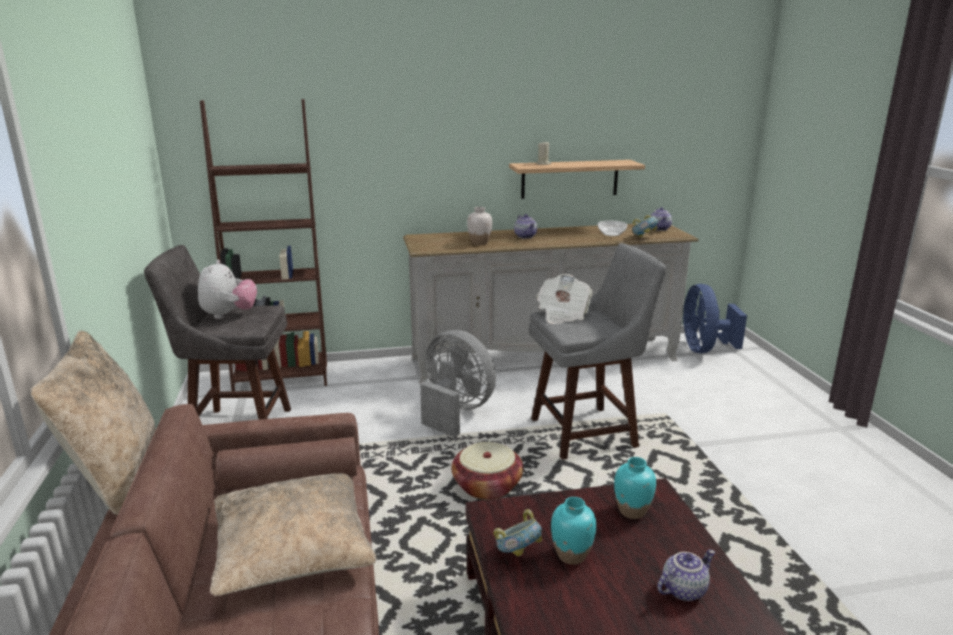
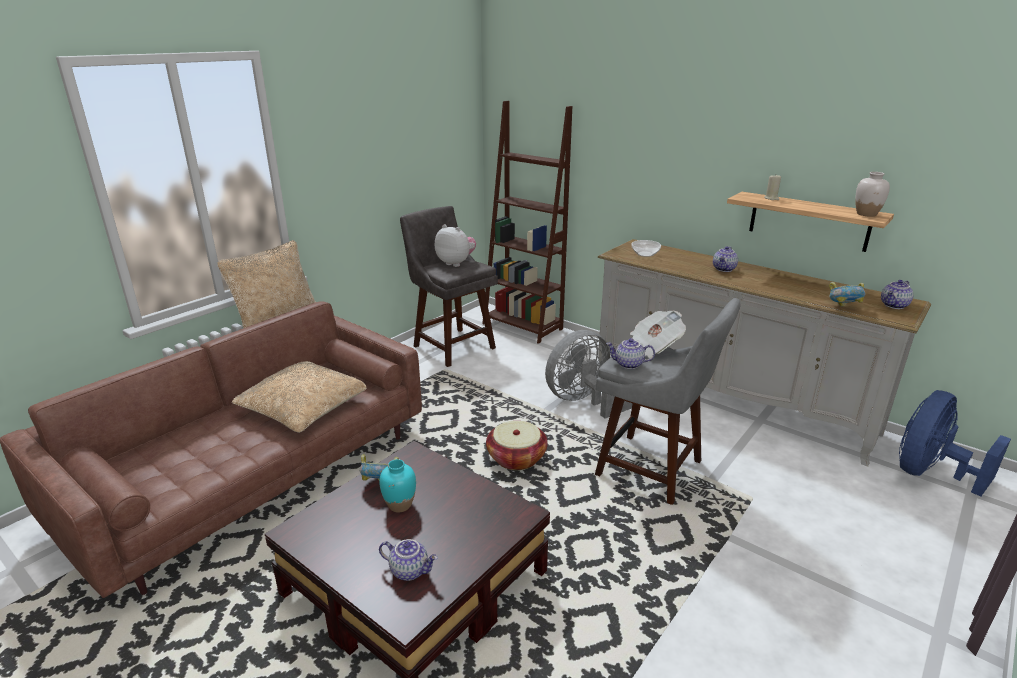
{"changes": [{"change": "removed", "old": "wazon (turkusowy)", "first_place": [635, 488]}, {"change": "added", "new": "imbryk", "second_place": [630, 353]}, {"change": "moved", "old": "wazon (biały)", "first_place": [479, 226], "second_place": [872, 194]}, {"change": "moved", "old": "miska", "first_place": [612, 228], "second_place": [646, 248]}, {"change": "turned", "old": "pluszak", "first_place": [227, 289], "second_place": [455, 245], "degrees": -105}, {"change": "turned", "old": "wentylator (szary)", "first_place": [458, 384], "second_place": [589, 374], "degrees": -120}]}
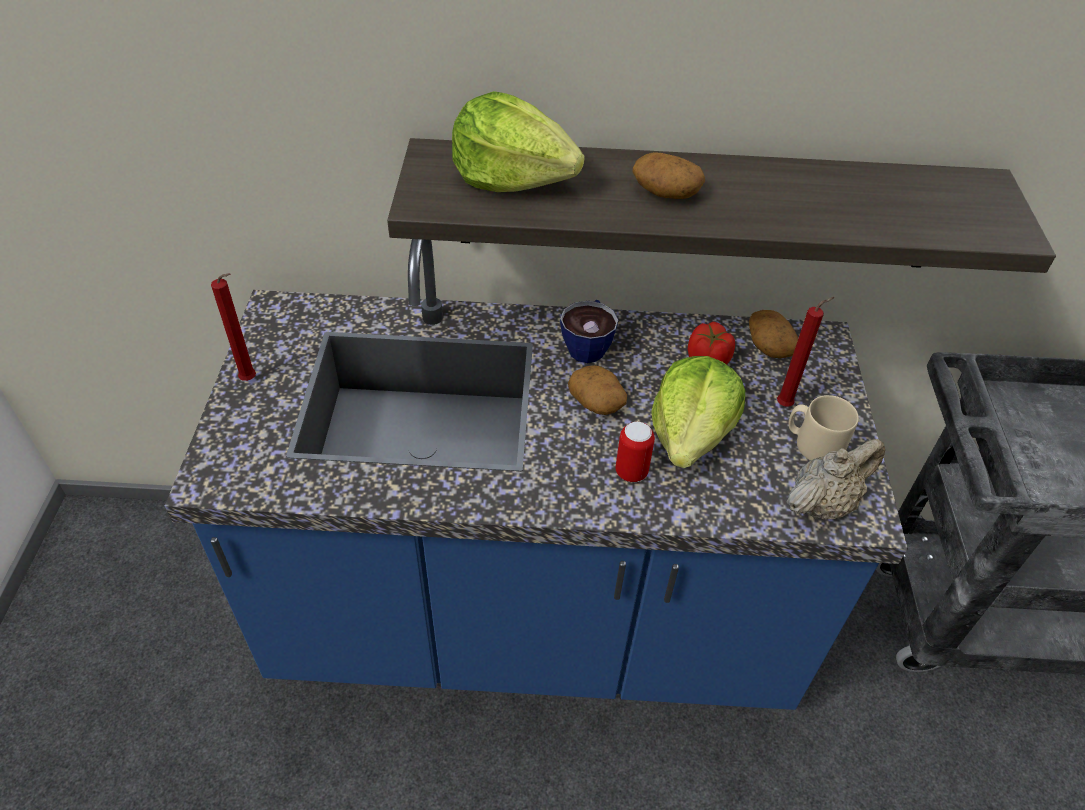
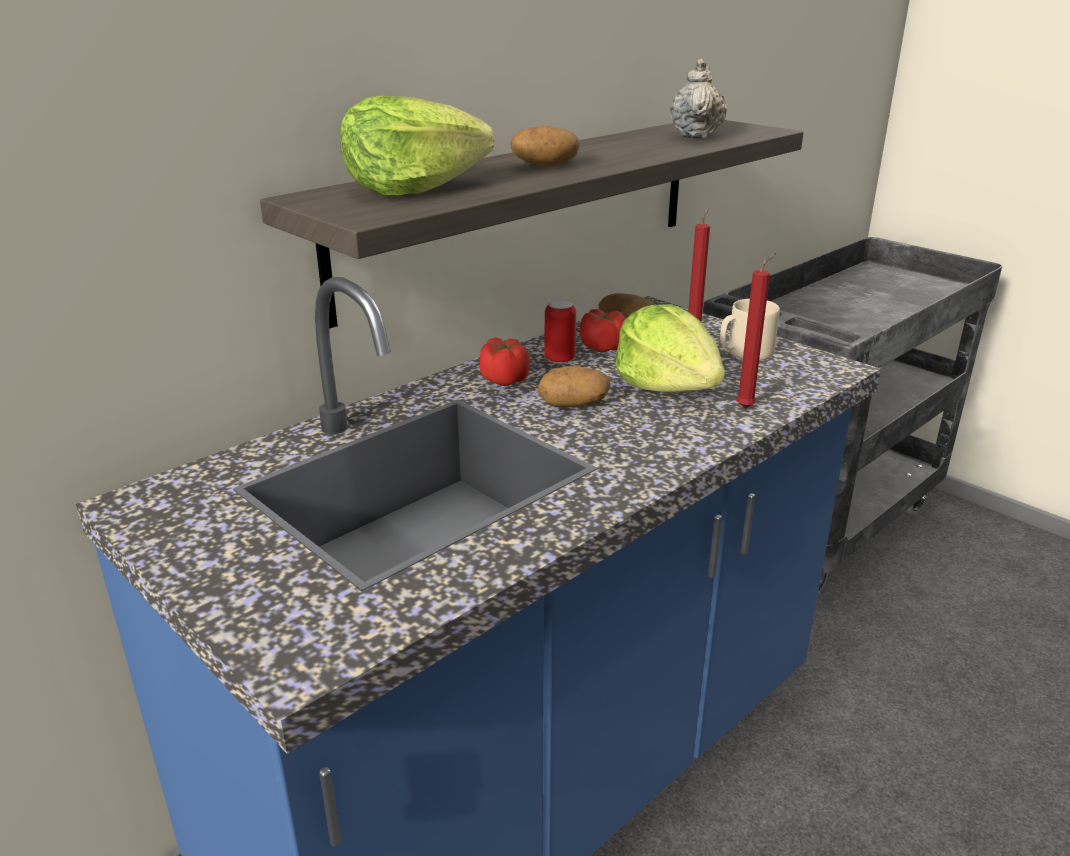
{"changes": [{"change": "moved", "old": "świeca (czerwony)", "first_place": [233, 327], "second_place": [756, 330]}, {"change": "moved", "old": "puszka", "first_place": [635, 452], "second_place": [560, 332]}, {"change": "moved", "old": "imbryk (beżowy)", "first_place": [836, 479], "second_place": [698, 98]}, {"change": "replaced", "old": "filiżanka", "new": "pomidor", "first_place": [589, 331], "second_place": [504, 361]}]}
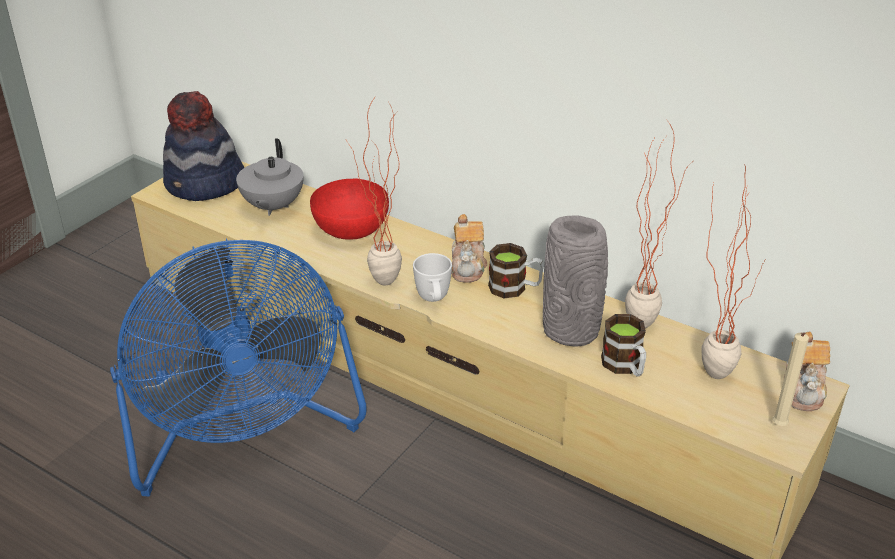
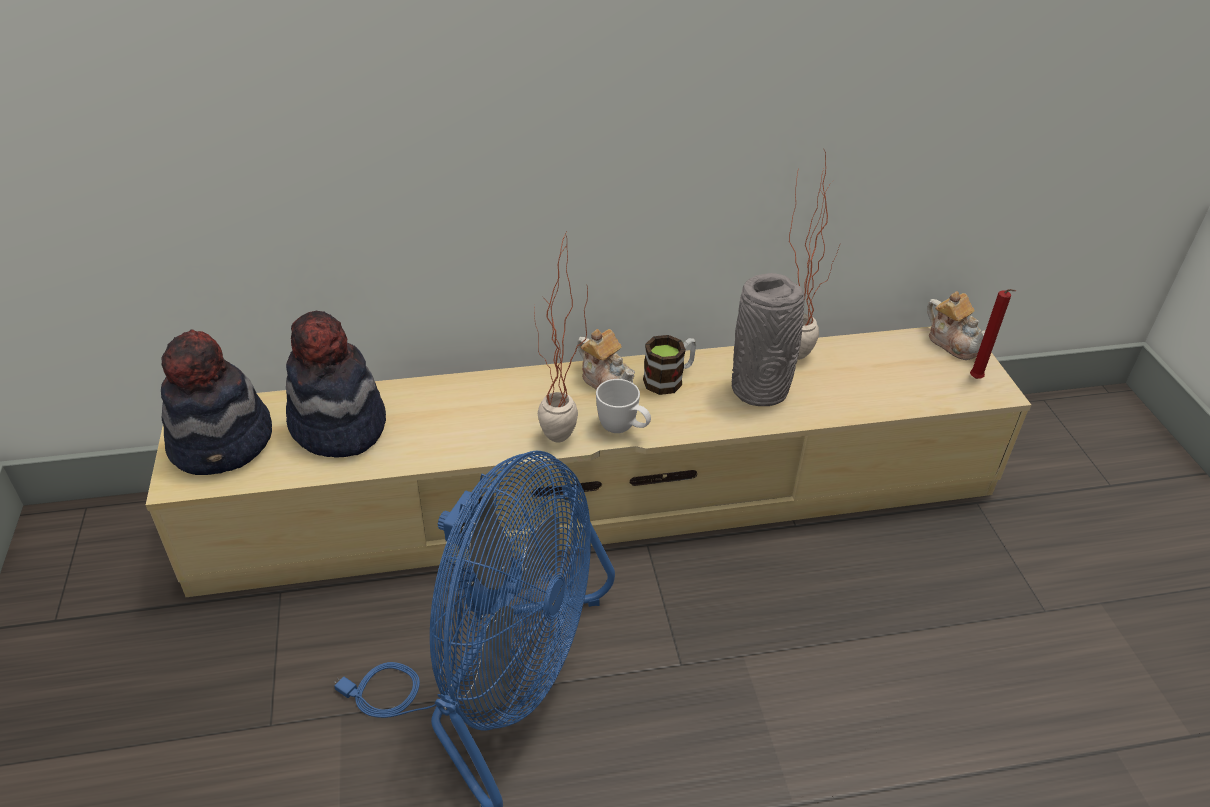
{"changes": [{"change": "removed", "old": "miska (czerwony)", "first_place": [349, 209]}, {"change": "removed", "old": "kubek", "first_place": [623, 345]}, {"change": "removed", "old": "roślina doniczkowa", "first_place": [734, 271]}, {"change": "replaced", "old": "imbryk (szary)", "new": "kapelusz", "first_place": [270, 177], "second_place": [336, 384]}, {"change": "recoloured", "old": "świeca (beżowy)", "new": "świeca (czerwony)", "first_place": [791, 379], "second_place": [993, 334]}]}
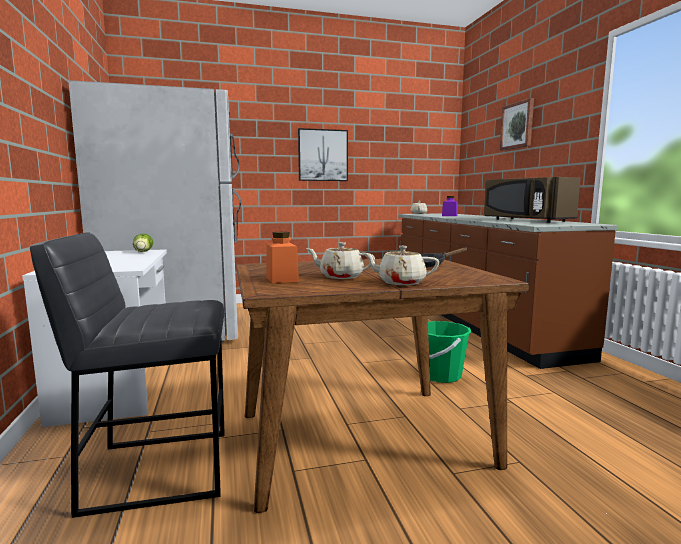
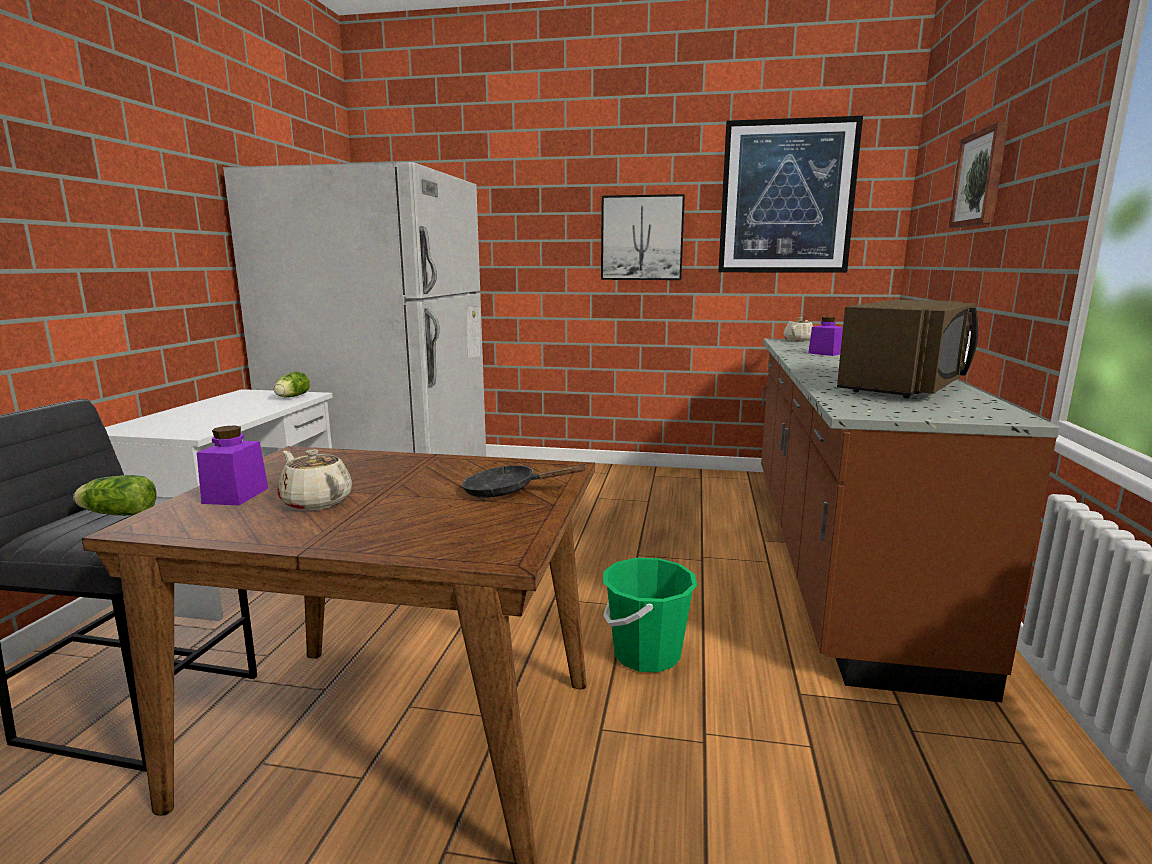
{"changes": [{"change": "removed", "old": "imbryk (beżowy)", "first_place": [401, 265]}, {"change": "added", "new": "sałata", "second_place": [115, 495]}, {"change": "added", "new": "obraz", "second_place": [790, 194]}, {"change": "recoloured", "old": "słoik (pomarańczowy)", "new": "słoik (fioletowy)", "first_place": [282, 257], "second_place": [232, 465]}, {"change": "turned", "old": "mikrofalówka (brązowy)", "first_place": [532, 199], "second_place": [907, 348], "degrees": -135}]}
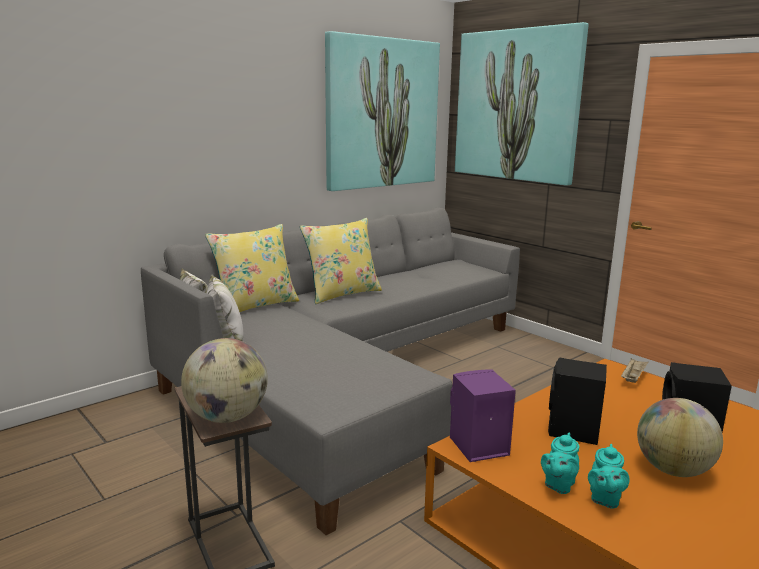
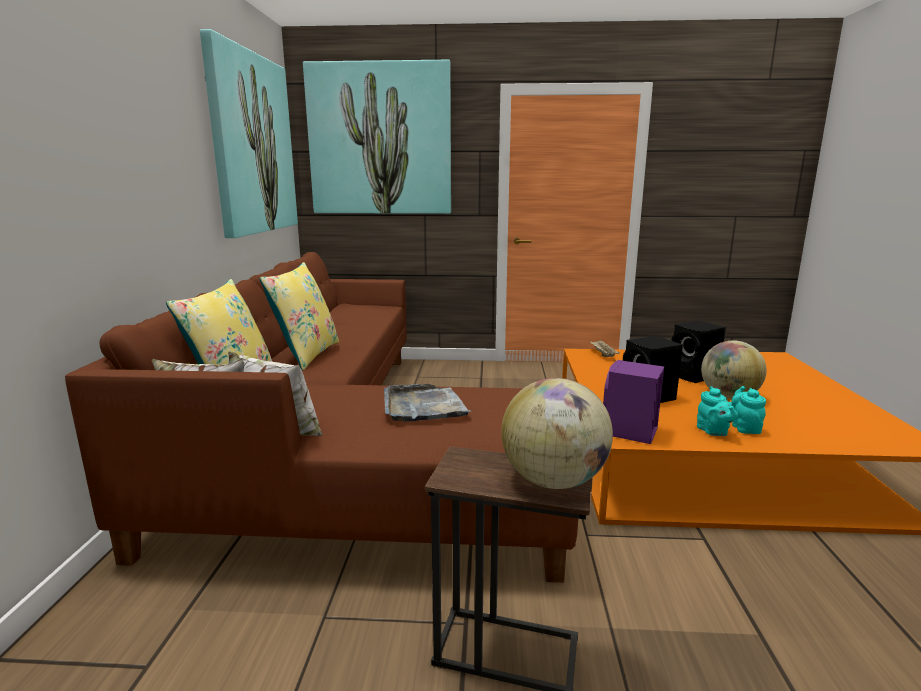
{"changes": [{"change": "added", "new": "taca (szary)", "second_place": [428, 403]}, {"change": "recoloured", "old": "kanapa (szary)", "new": "kanapa (brązowy)", "first_place": [330, 371], "second_place": [321, 417]}, {"change": "turned", "old": "imbryk (turkusowy)", "first_place": [608, 476], "second_place": [748, 410], "degrees": -150}]}
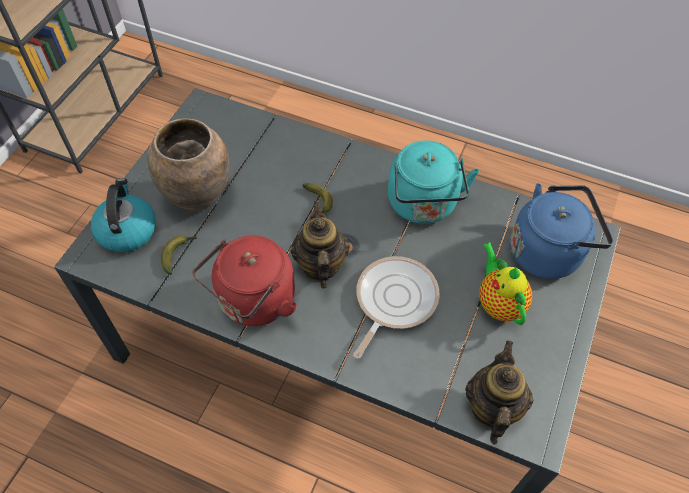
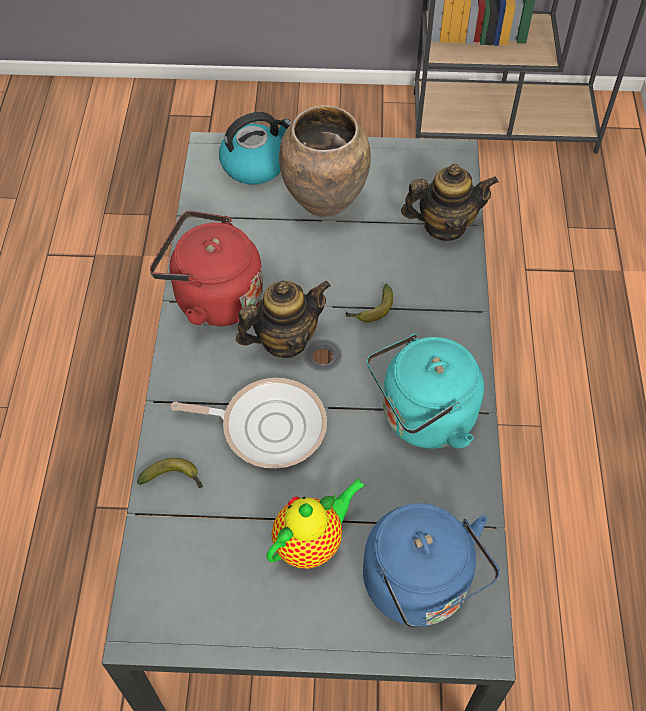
{"changes": [{"change": "moved", "old": "banan", "first_place": [178, 255], "second_place": [170, 473]}, {"change": "moved", "old": "imbryk", "first_place": [499, 393], "second_place": [449, 202]}]}
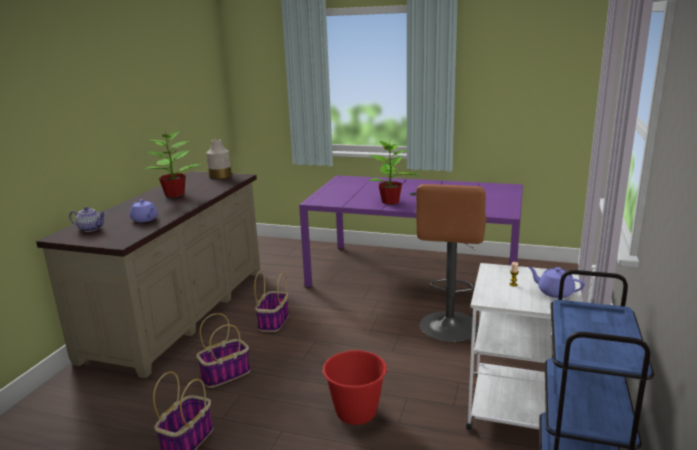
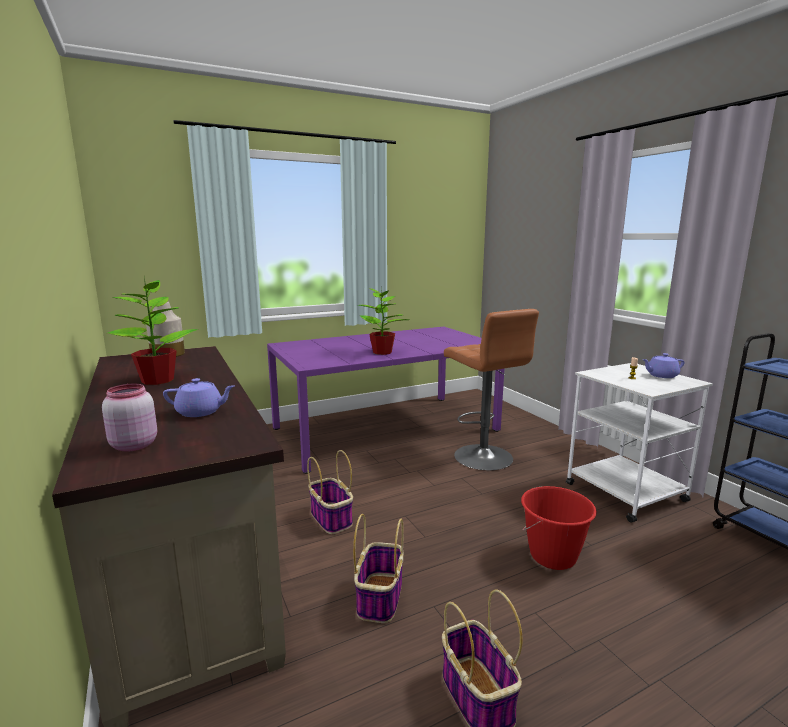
{"changes": [{"change": "replaced", "old": "imbryk", "new": "słoik (różowy)", "first_place": [87, 219], "second_place": [129, 418]}]}
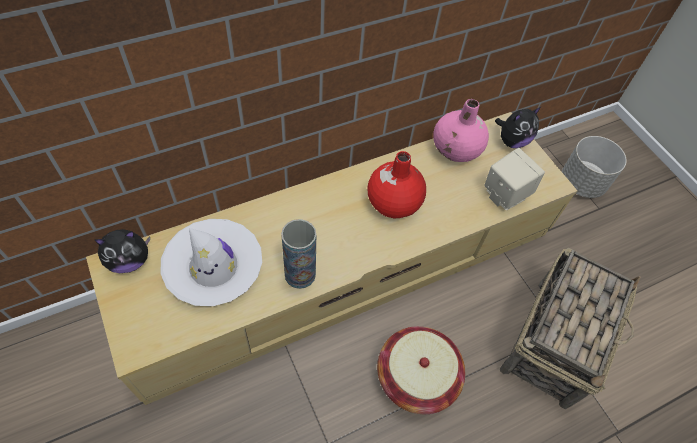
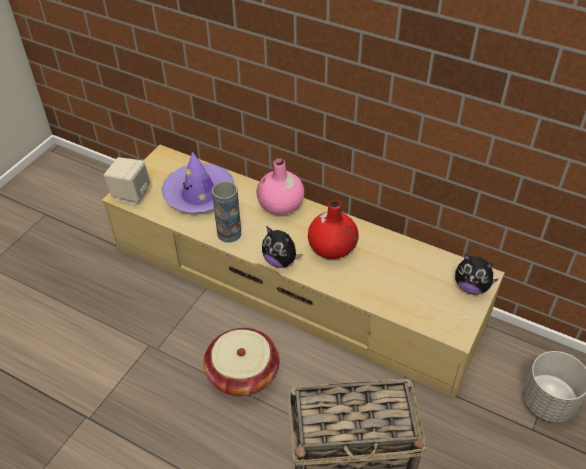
{"changes": [{"change": "moved", "old": "pluszak", "first_place": [122, 251], "second_place": [282, 247]}, {"change": "moved", "old": "wazon (różowy)", "first_place": [461, 130], "second_place": [280, 187]}, {"change": "moved", "old": "głośnik (beżowy)", "first_place": [514, 179], "second_place": [127, 181]}, {"change": "recoloured", "old": "kapelusz (biały)", "new": "kapelusz (fioletowy)", "first_place": [211, 262], "second_place": [198, 182]}]}
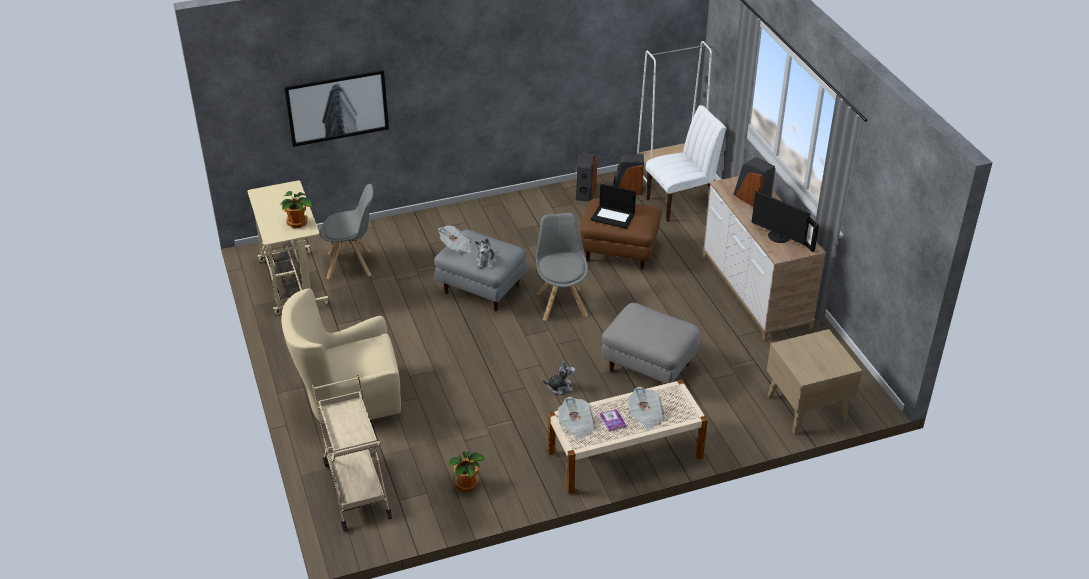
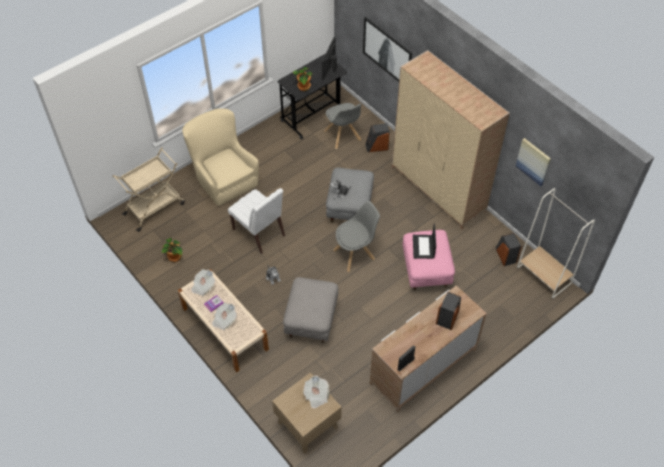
{"changes": [{"change": "added", "new": "szafa (beżowy)", "second_place": [451, 139]}, {"change": "added", "new": "obraz", "second_place": [533, 162]}, {"change": "moved", "old": "gazeta", "first_place": [454, 239], "second_place": [316, 392]}, {"change": "moved", "old": "głośnik", "first_place": [586, 177], "second_place": [377, 137]}, {"change": "moved", "old": "krzesło (biały)", "first_place": [686, 163], "second_place": [256, 221]}, {"change": "moved", "old": "monitor", "first_place": [781, 218], "second_place": [330, 58]}, {"change": "recoloured", "old": "biurko (beżowy)", "new": "biurko (czarny)", "first_place": [287, 248], "second_place": [312, 96]}, {"change": "recoloured", "old": "pufa (brązowy)", "new": "pufa (różowy)", "first_place": [621, 234], "second_place": [429, 260]}]}
